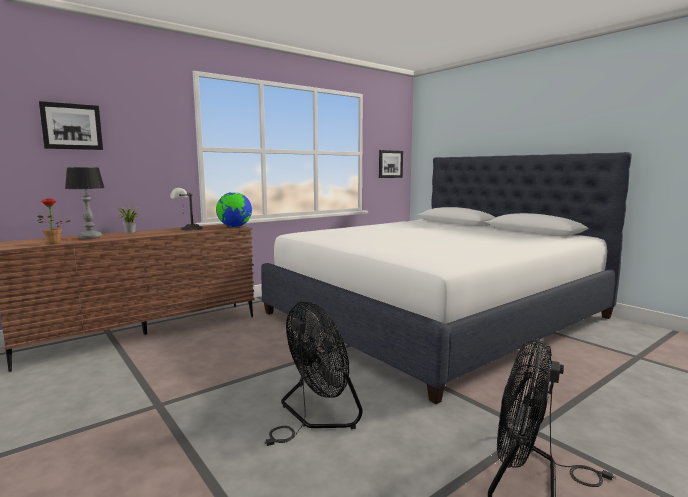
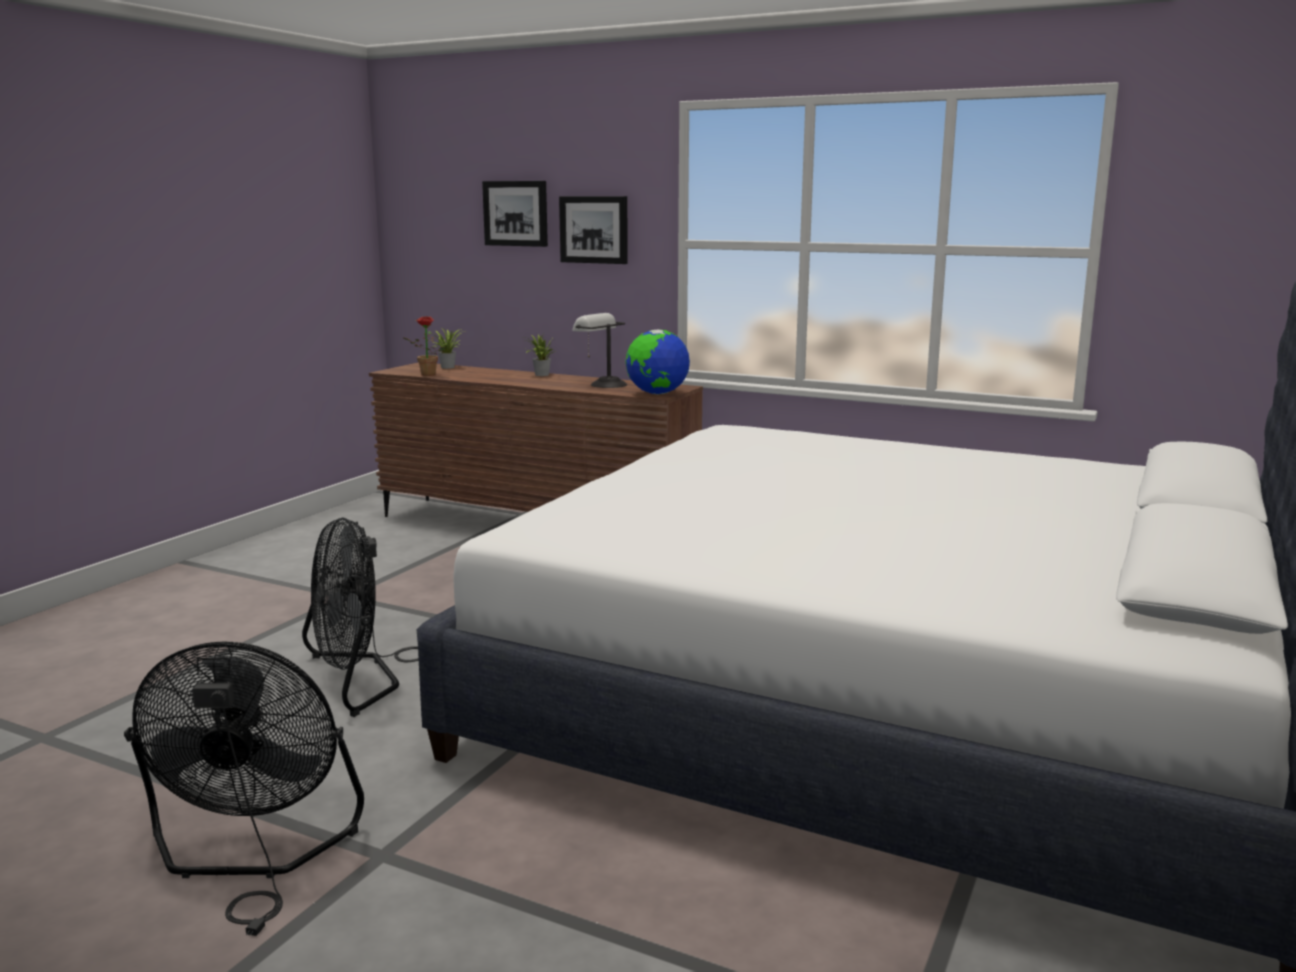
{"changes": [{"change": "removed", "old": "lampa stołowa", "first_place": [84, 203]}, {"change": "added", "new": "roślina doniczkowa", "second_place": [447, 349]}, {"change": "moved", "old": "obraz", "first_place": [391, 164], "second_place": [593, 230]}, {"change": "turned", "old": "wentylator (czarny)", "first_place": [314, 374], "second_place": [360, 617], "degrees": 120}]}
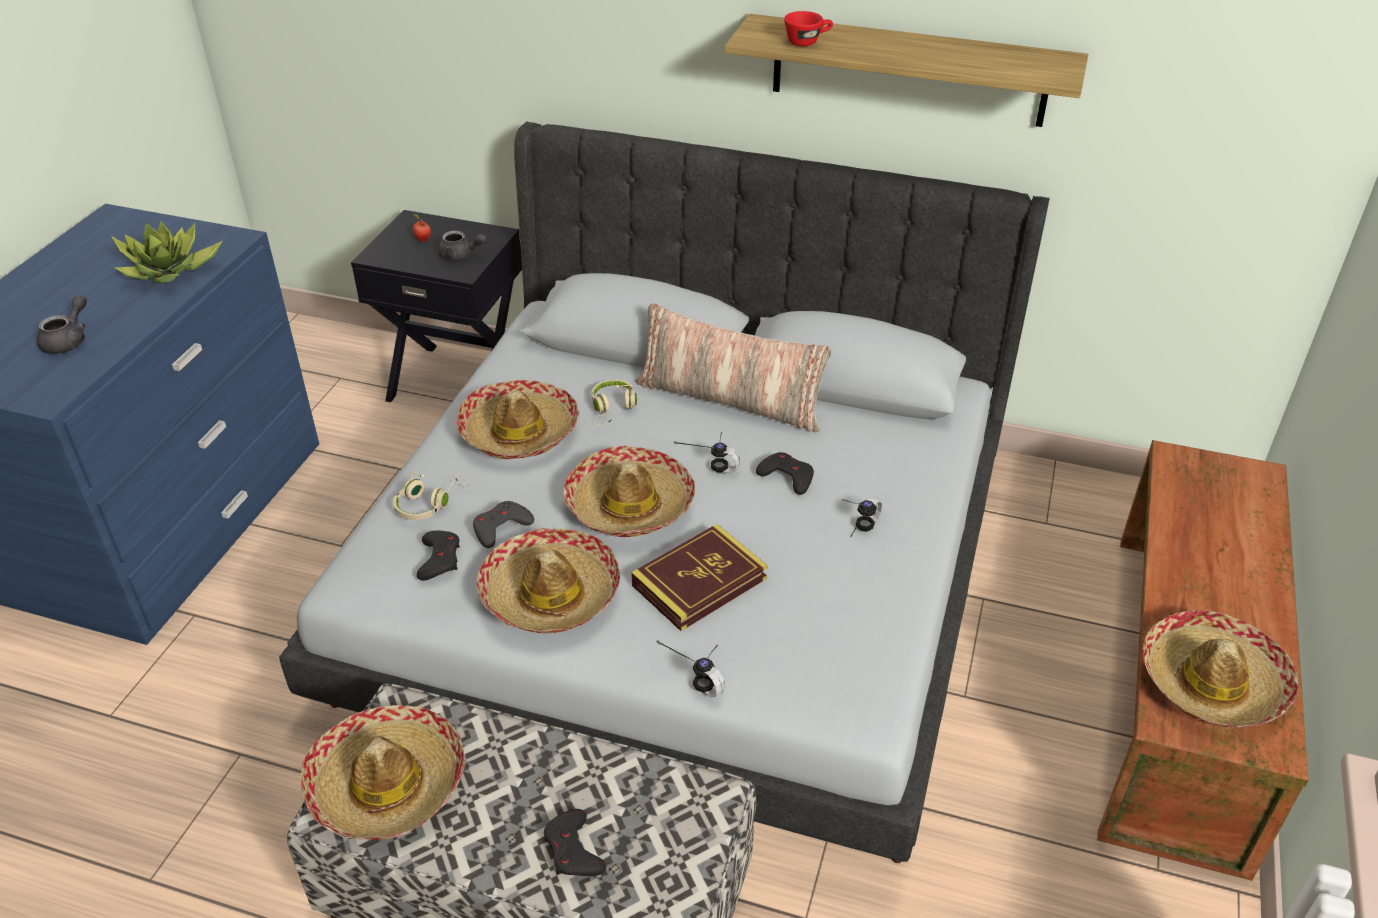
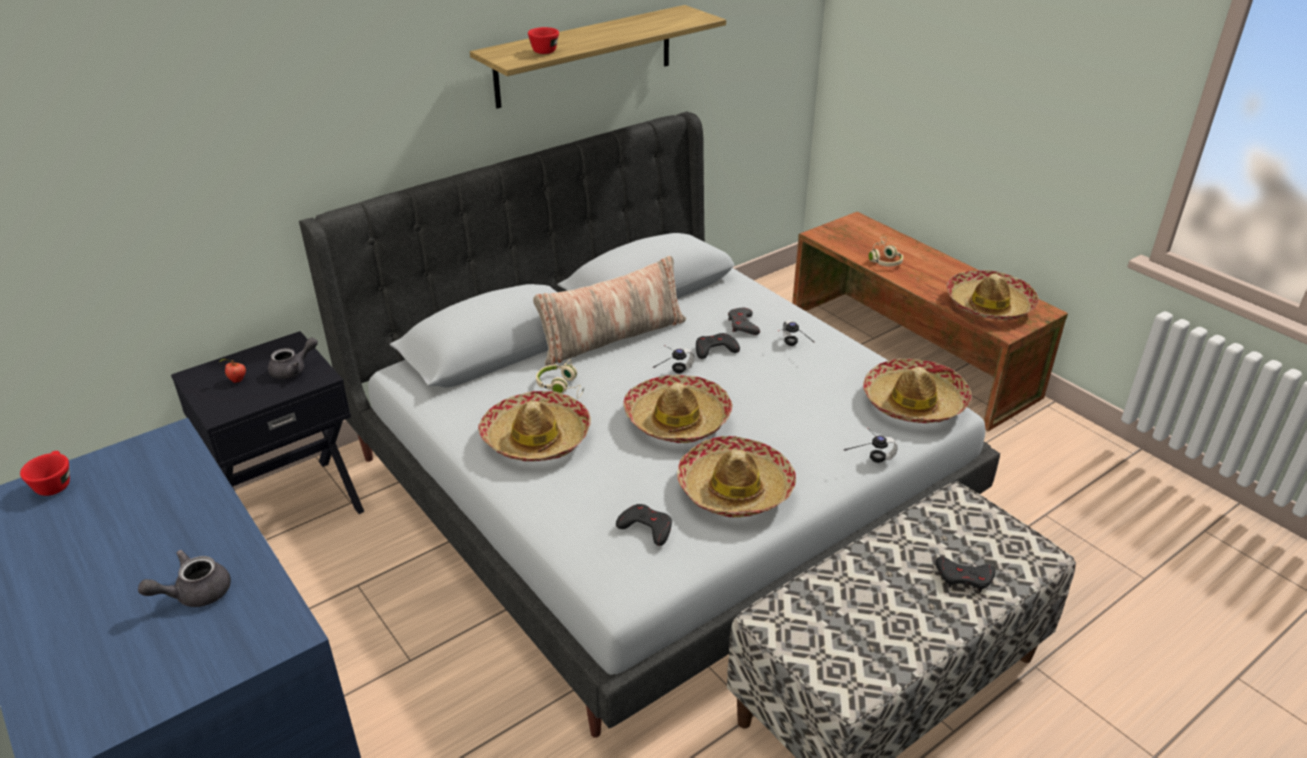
{"changes": [{"change": "removed", "old": "roślina doniczkowa", "first_place": [166, 252]}, {"change": "removed", "old": "książka", "first_place": [699, 577]}, {"change": "added", "new": "filiżanka (czerwony)", "second_place": [45, 473]}, {"change": "moved", "old": "kapelusz", "first_place": [383, 772], "second_place": [917, 390]}, {"change": "moved", "old": "słuchawki (beżowy)", "first_place": [431, 496], "second_place": [886, 252]}, {"change": "moved", "old": "pad do gier (szary)", "first_place": [503, 524], "second_place": [744, 321]}, {"change": "turned", "old": "imbryk (szary)", "first_place": [62, 324], "second_place": [184, 578], "degrees": -90}]}
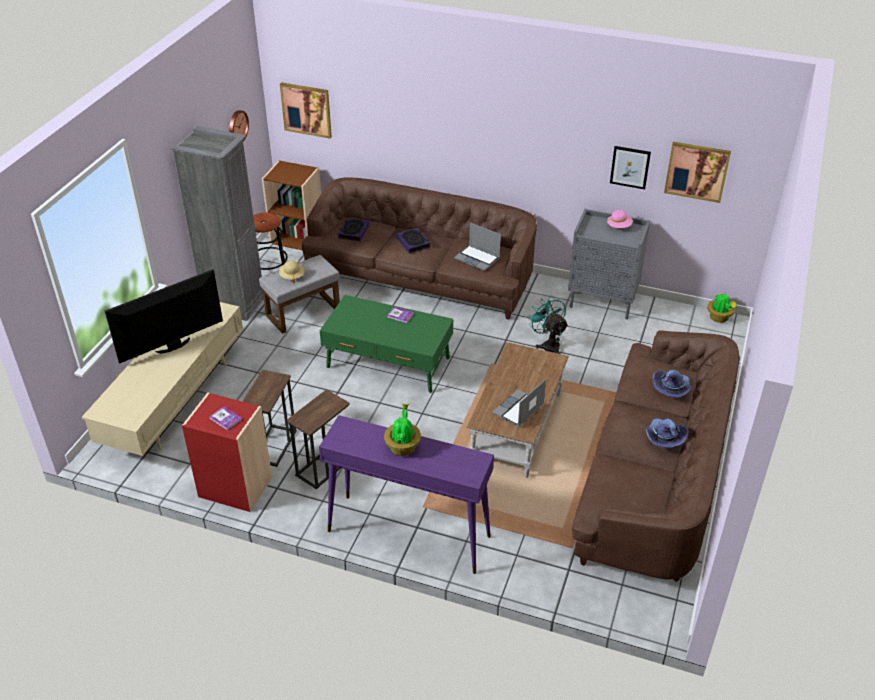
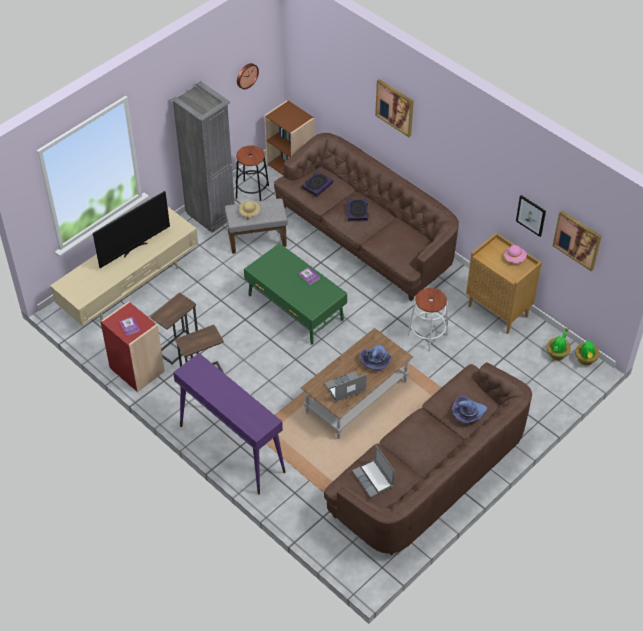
{"changes": [{"change": "moved", "old": "obraz", "first_place": [306, 110], "second_place": [394, 108]}, {"change": "moved", "old": "roślina doniczkowa", "first_place": [402, 430], "second_place": [559, 344]}, {"change": "moved", "old": "laptop", "first_place": [477, 246], "second_place": [373, 471]}, {"change": "moved", "old": "kapelusz (fioletowy)", "first_place": [667, 433], "second_place": [375, 357]}, {"change": "replaced", "old": "wentylator (turkusowy)", "new": "stołek (biały)", "first_place": [548, 325], "second_place": [427, 319]}, {"change": "recoloured", "old": "szafka (szary)", "new": "szafka (brązowy)", "first_place": [609, 264], "second_place": [504, 283]}, {"change": "turned", "old": "telewizor", "first_place": [164, 316], "second_place": [131, 229], "degrees": 150}]}
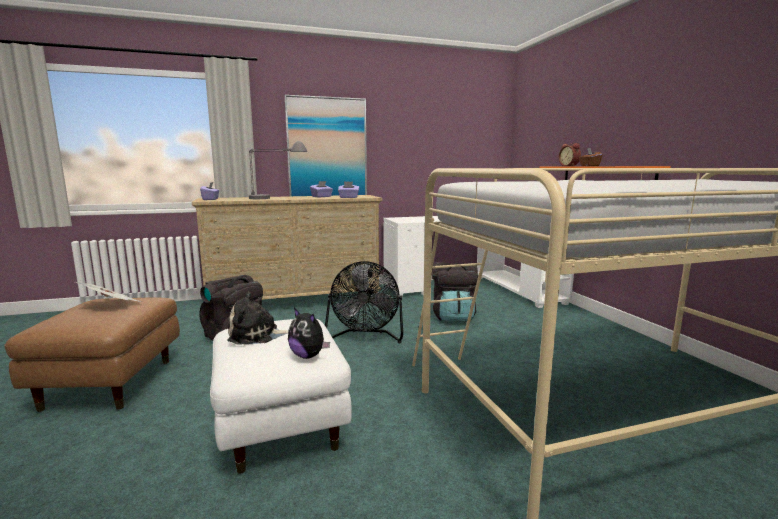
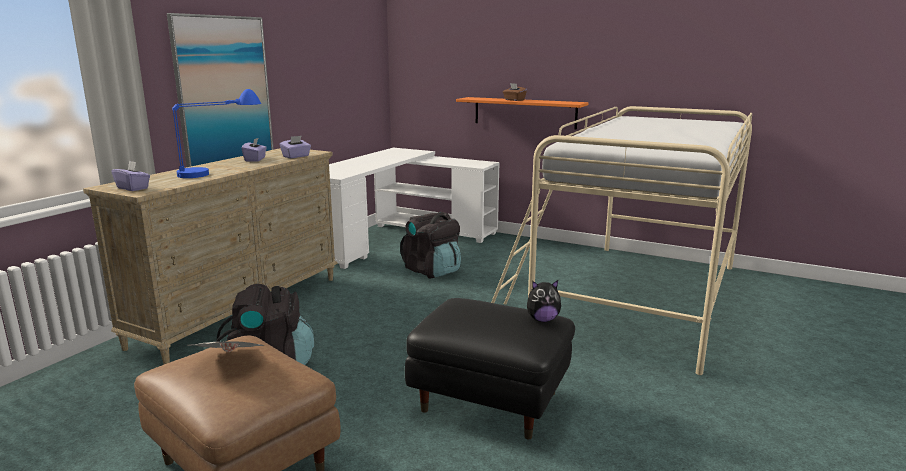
{"changes": [{"change": "removed", "old": "pluszak", "first_place": [258, 318]}, {"change": "removed", "old": "wentylator (czarny)", "first_place": [364, 302]}, {"change": "removed", "old": "budzik", "first_place": [570, 154]}, {"change": "recoloured", "old": "pufa (biały)", "new": "pufa (czarny)", "first_place": [281, 396], "second_place": [490, 369]}, {"change": "recoloured", "old": "lampa stołowa (szary)", "new": "lampa stołowa (niebieski)", "first_place": [277, 170], "second_place": [216, 133]}]}
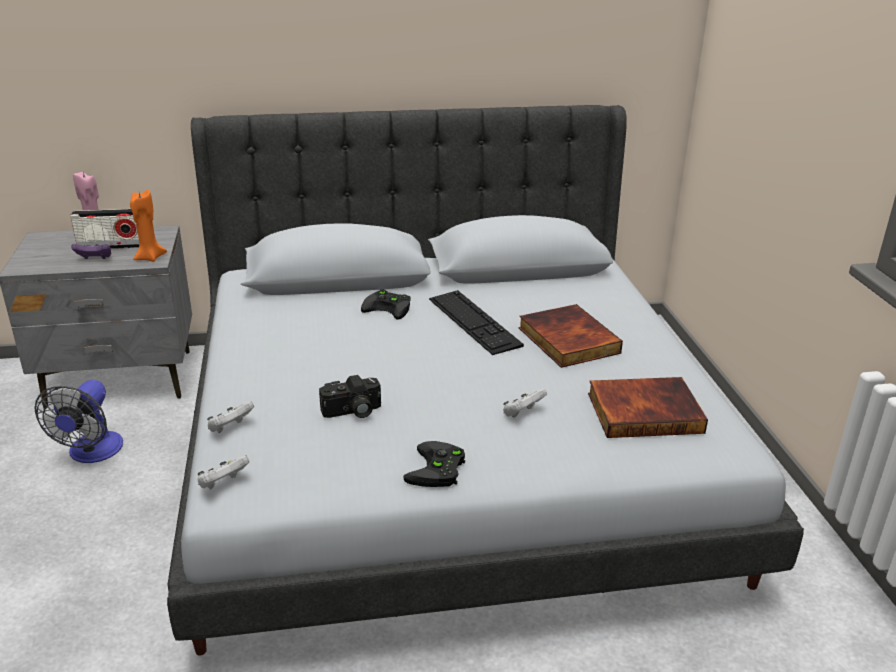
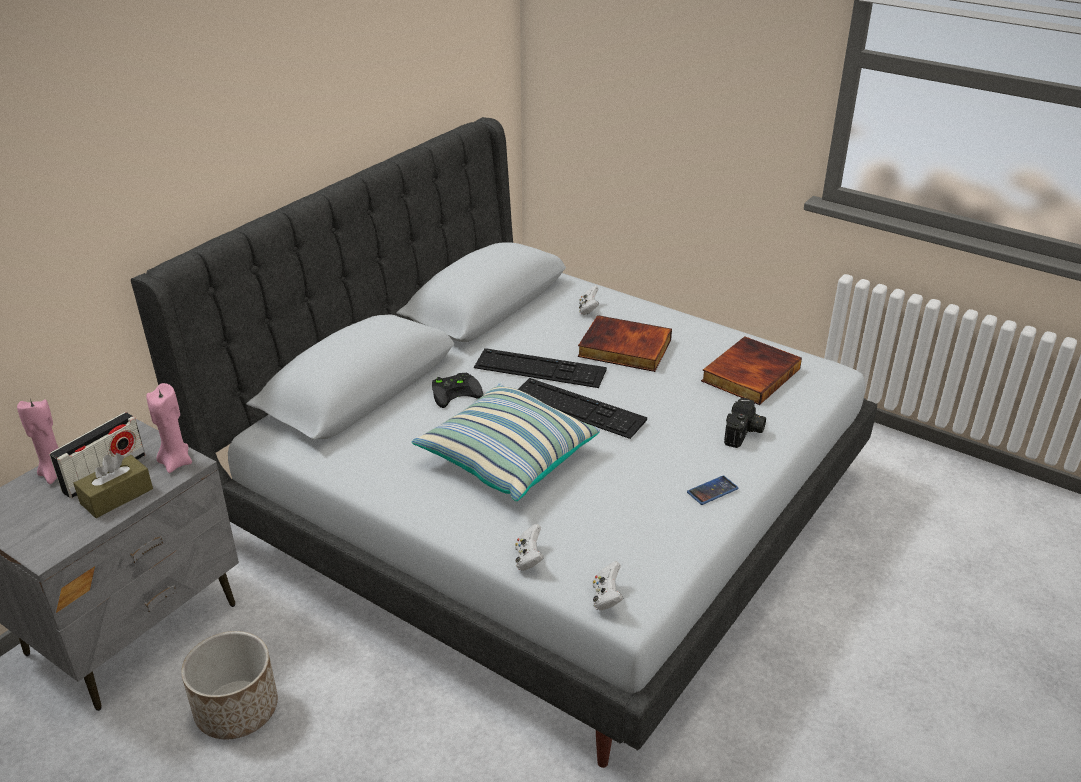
{"changes": [{"change": "added", "new": "poduszka", "second_place": [506, 442]}, {"change": "added", "new": "klawiatura", "second_place": [582, 408]}, {"change": "moved", "old": "aparat fotograficzny", "first_place": [350, 396], "second_place": [745, 423]}, {"change": "moved", "old": "pad do gier (biały)", "first_place": [525, 403], "second_place": [589, 300]}, {"change": "replaced", "old": "wentylator", "new": "donica", "first_place": [79, 421], "second_place": [229, 685]}, {"change": "replaced", "old": "pad do gier (fioletowy)", "new": "pudełko chusteczek (brązowy)", "first_place": [91, 251], "second_place": [113, 485]}, {"change": "replaced", "old": "pad do gier (czarny)", "new": "telefon", "first_place": [434, 464], "second_place": [713, 490]}, {"change": "recoloured", "old": "świeca (pomarańczowy)", "new": "świeca (różowy)", "first_place": [148, 226], "second_place": [169, 428]}]}
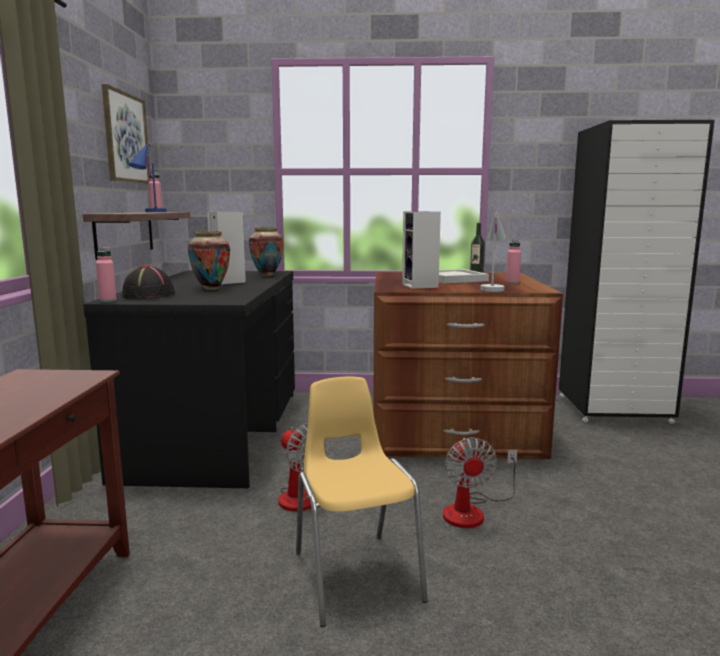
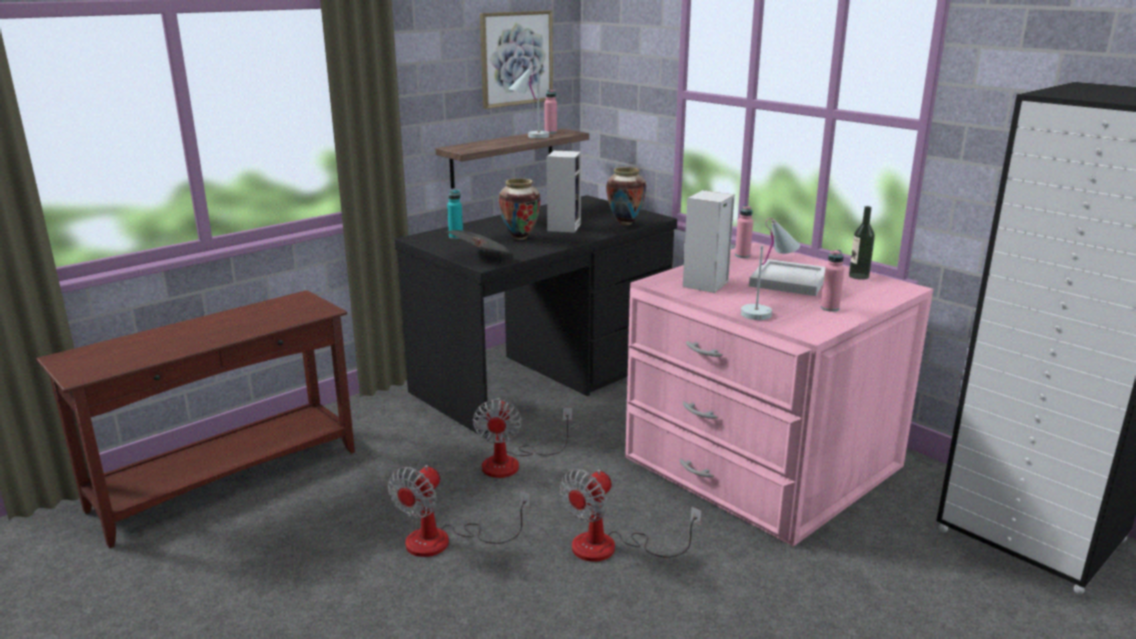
{"changes": [{"change": "added", "new": "gazeta", "second_place": [477, 240]}, {"change": "moved", "old": "butelka (różowy)", "first_place": [106, 274], "second_place": [744, 231]}, {"change": "replaced", "old": "kapelusz (czarny)", "new": "butelka (turkusowy)", "first_place": [148, 282], "second_place": [455, 214]}, {"change": "replaced", "old": "krzesło (żółty)", "new": "wentylator", "first_place": [362, 501], "second_place": [459, 511]}, {"change": "recoloured", "old": "lampa stołowa (niebieski)", "new": "lampa stołowa (biały)", "first_place": [147, 178], "second_place": [529, 102]}, {"change": "recoloured", "old": "komoda (brązowy)", "new": "komoda (różowy)", "first_place": [468, 365], "second_place": [779, 394]}]}
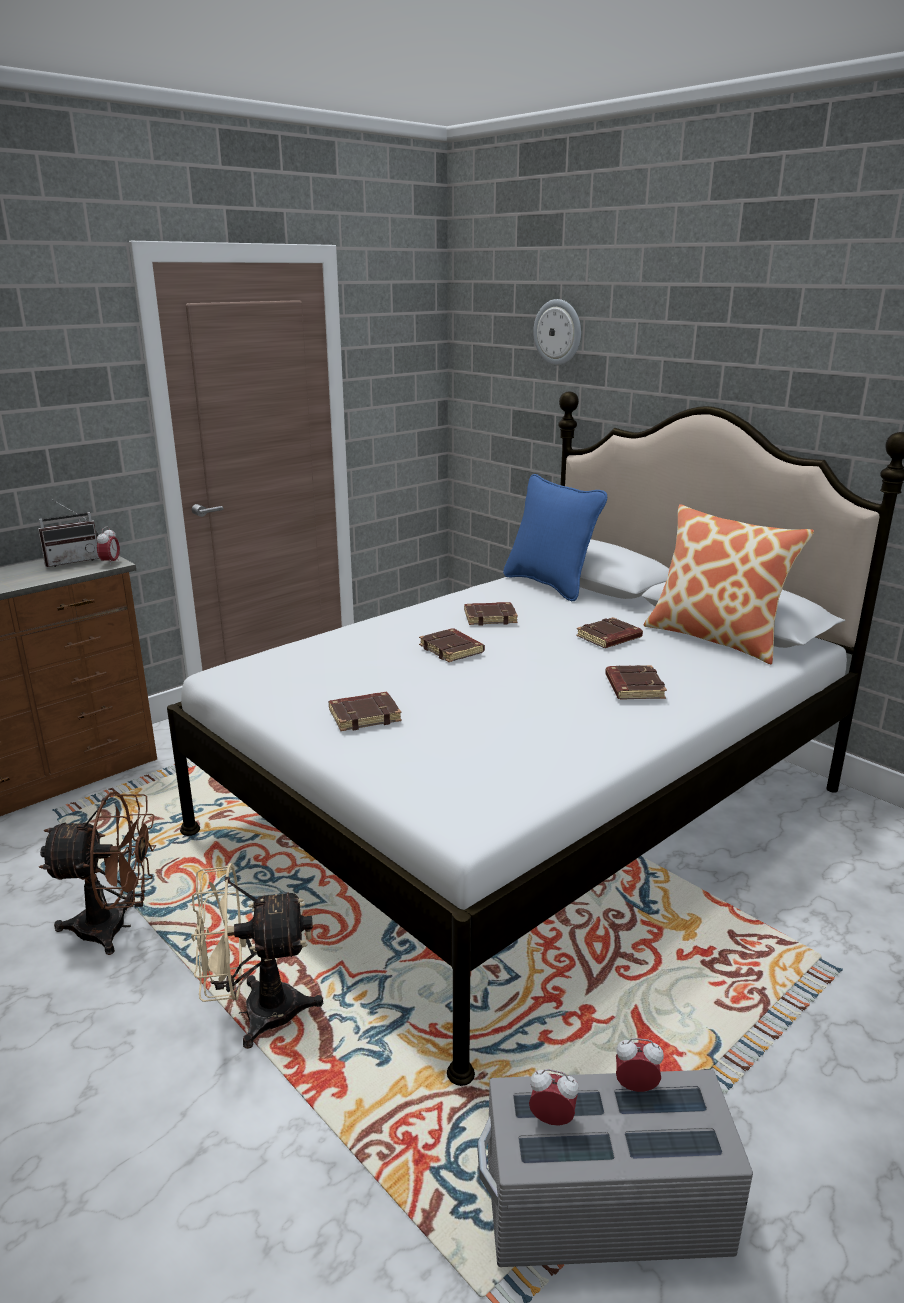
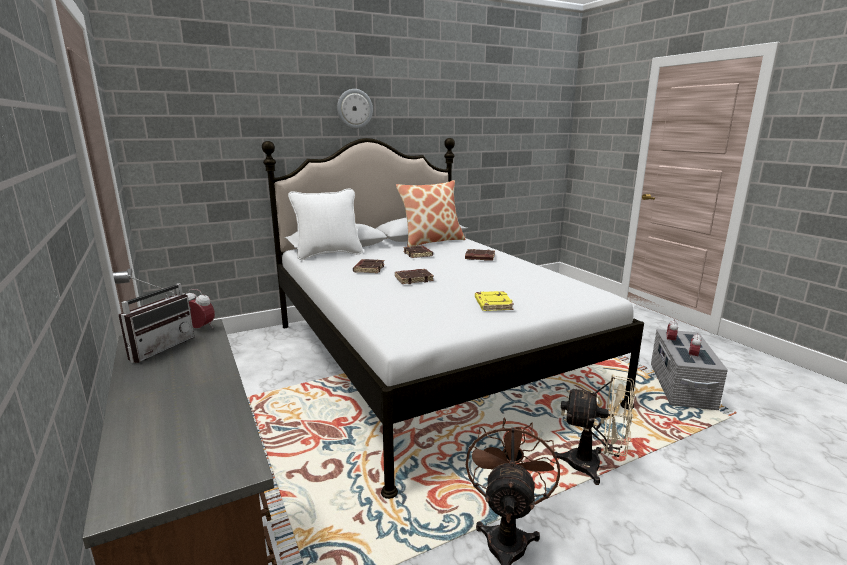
{"changes": [{"change": "moved", "old": "zegar ścienny", "first_place": [557, 332], "second_place": [355, 109]}, {"change": "recoloured", "old": "książka (brązowy)", "new": "książka (żółty)", "first_place": [365, 711], "second_place": [494, 301]}, {"change": "recoloured", "old": "poduszka (niebieski)", "new": "poduszka (biały)", "first_place": [555, 537], "second_place": [325, 224]}, {"change": "turned", "old": "radio", "first_place": [68, 533], "second_place": [156, 319], "degrees": 45}, {"change": "turned", "old": "wentylator (beżowy)", "first_place": [257, 956], "second_place": [594, 429], "degrees": -75}]}
